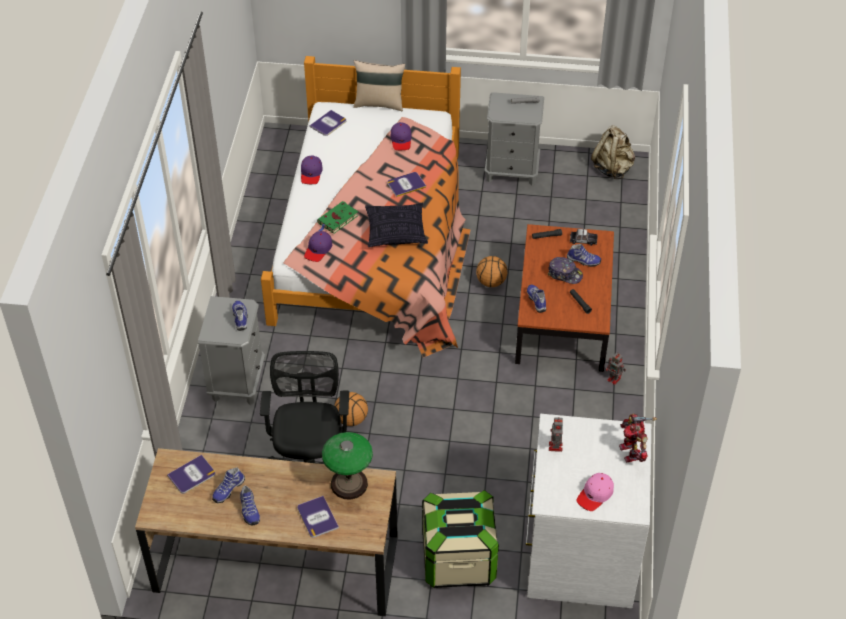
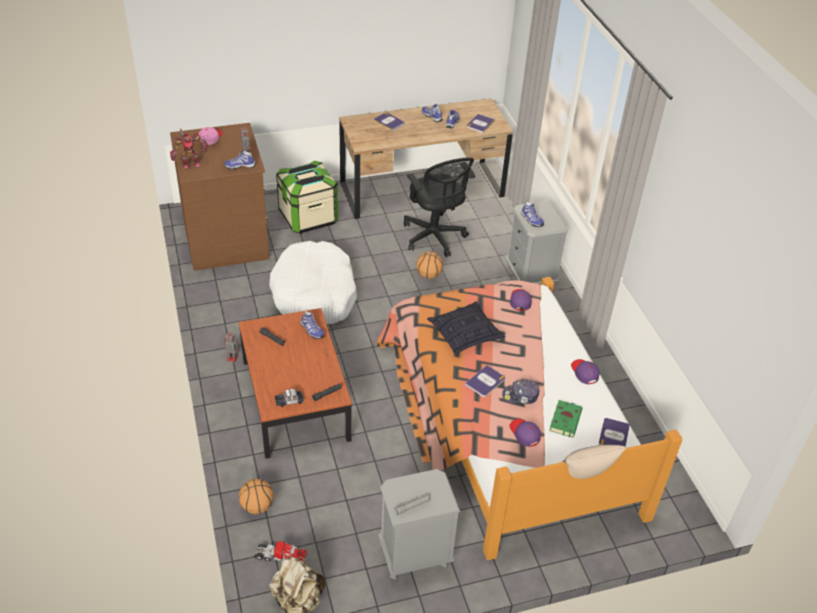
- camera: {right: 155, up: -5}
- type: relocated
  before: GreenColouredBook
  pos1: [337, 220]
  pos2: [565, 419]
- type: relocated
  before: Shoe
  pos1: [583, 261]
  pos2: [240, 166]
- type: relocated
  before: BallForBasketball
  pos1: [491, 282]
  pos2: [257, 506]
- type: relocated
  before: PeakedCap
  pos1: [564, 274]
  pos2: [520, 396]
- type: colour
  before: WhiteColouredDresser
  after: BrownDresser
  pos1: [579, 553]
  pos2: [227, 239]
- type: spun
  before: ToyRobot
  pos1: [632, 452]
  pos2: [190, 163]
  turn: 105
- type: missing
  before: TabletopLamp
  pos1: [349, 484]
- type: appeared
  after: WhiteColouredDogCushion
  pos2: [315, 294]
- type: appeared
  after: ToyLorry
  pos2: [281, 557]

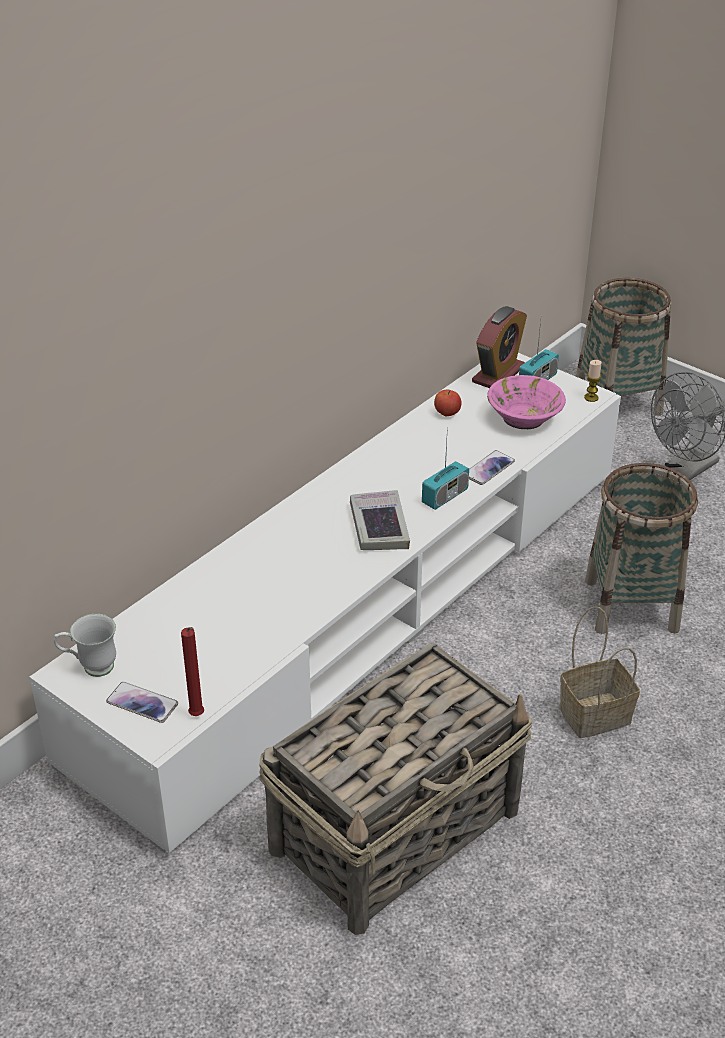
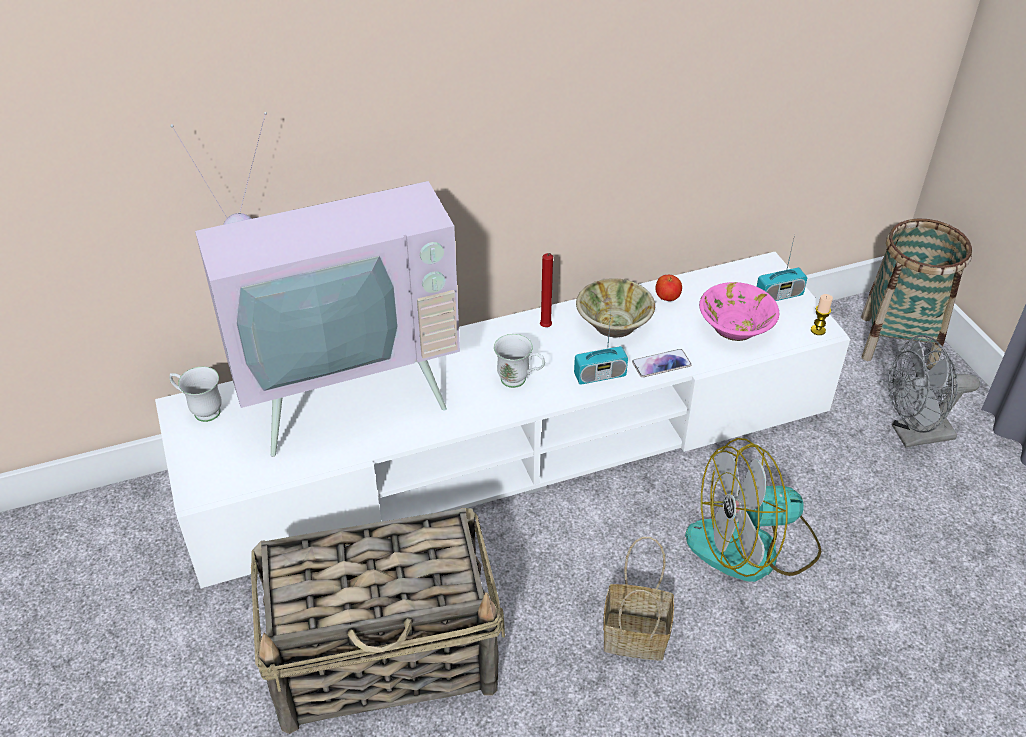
- camera: {right: 30, up: 5}
- type: missing
  before: AlarmClock
  pos1: [498, 374]
- type: exchanged
  before: HouseholdBasket
  after: Fan
  pos1: [631, 605]
  pos2: [753, 546]
- type: exchanged
  before: Book
  after: WhiteColouredTeaMug
  pos1: [379, 526]
  pos2: [519, 381]
- type: relocated
  before: ReddishWaxLight
  pos1: [198, 716]
  pos2: [545, 328]
- type: missing
  before: Telephone
  pos1: [142, 703]
- type: appeared
  after: TvSet
  pos2: [347, 393]
- type: appeared
  after: BeigeBowl
  pos2: [613, 323]

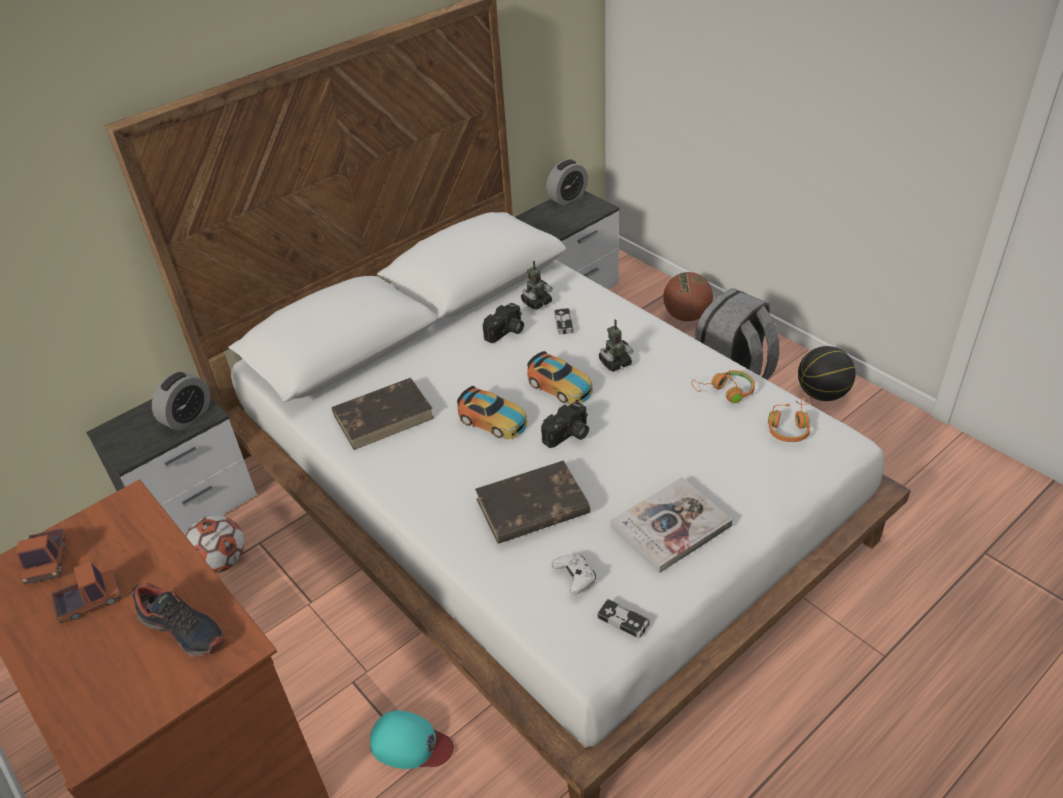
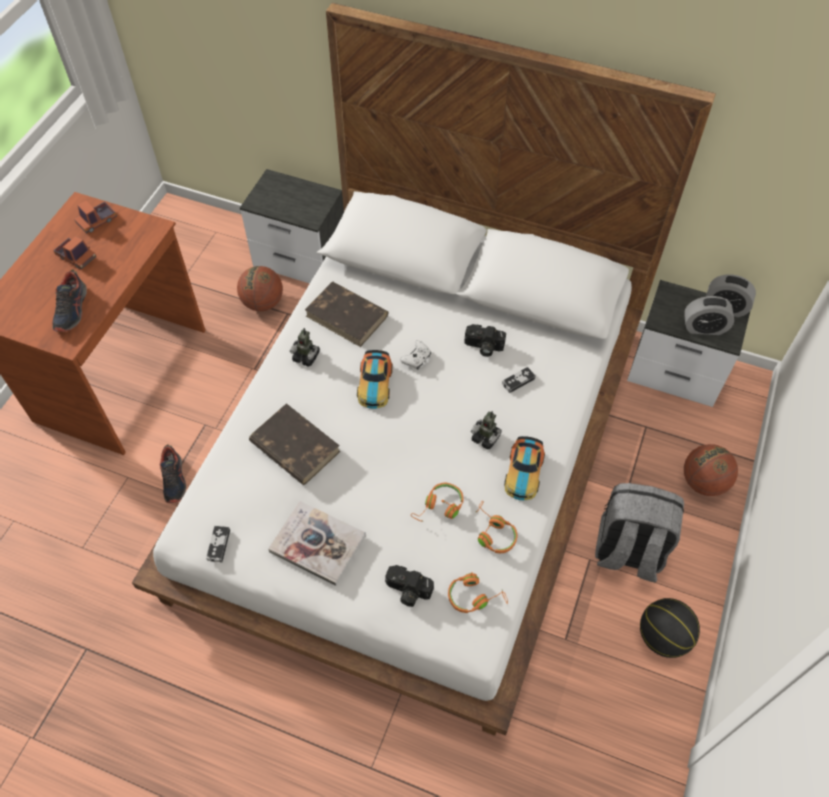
- camera: {right: 60, up: 15}
- type: relocated
  before: ToyRobot
  pos1: [536, 302]
  pos2: [306, 357]
- type: relocated
  before: ModelCar
  pos1: [560, 386]
  pos2: [523, 473]
- type: relocated
  before: AlarmClock
  pos1: [188, 417]
  pos2: [704, 328]
- type: relocated
  before: StillCamera
  pos1: [568, 435]
  pos2: [407, 591]
- type: exchanged
  before: FootballBall
  after: BallForBasketball
  pos1: [222, 562]
  pos2: [263, 303]
- type: relocated
  before: WhiteColouredJoypad
  pos1: [575, 577]
  pos2: [416, 358]
- type: exchanged
  before: TurquoiseColouredPeakedCap
  after: Shoe
  pos1: [410, 744]
  pos2: [174, 479]
- type: appeared
  after: OrangeColouredHeadphones
  pos2: [439, 507]

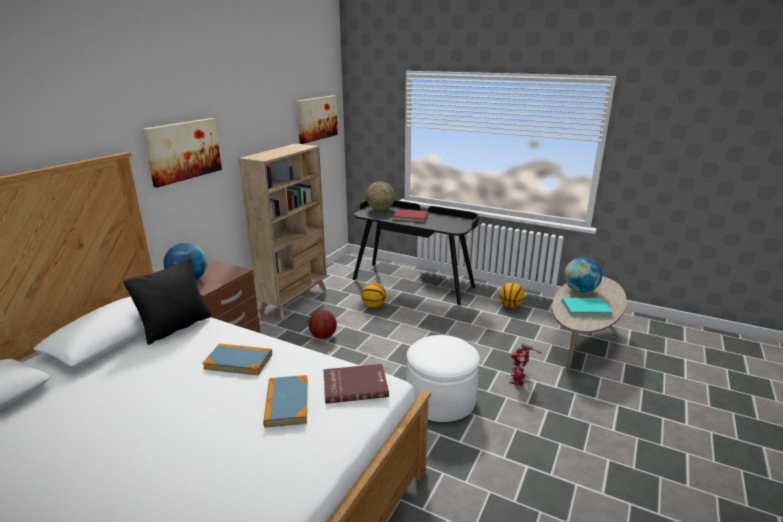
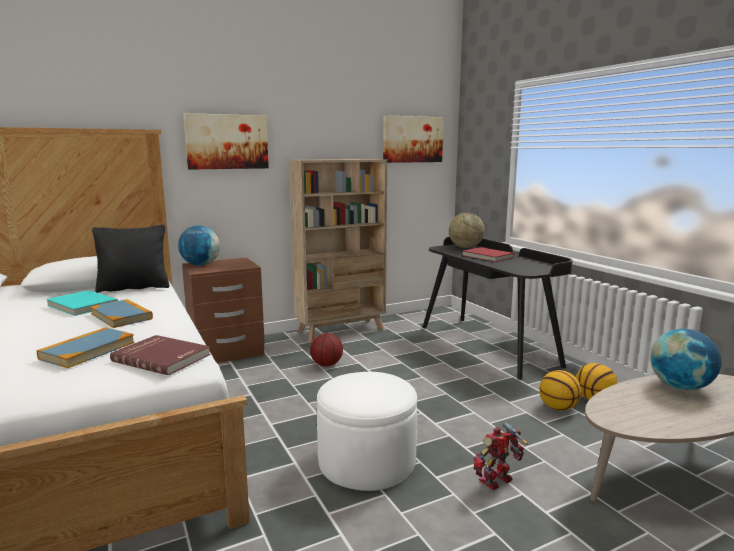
- camera: {right: 35, up: -10}
- type: relocated
  before: BallForBasketball
  pos1: [373, 306]
  pos2: [558, 408]
- type: relocated
  before: TurquoiseColouredBook
  pos1: [586, 309]
  pos2: [81, 305]

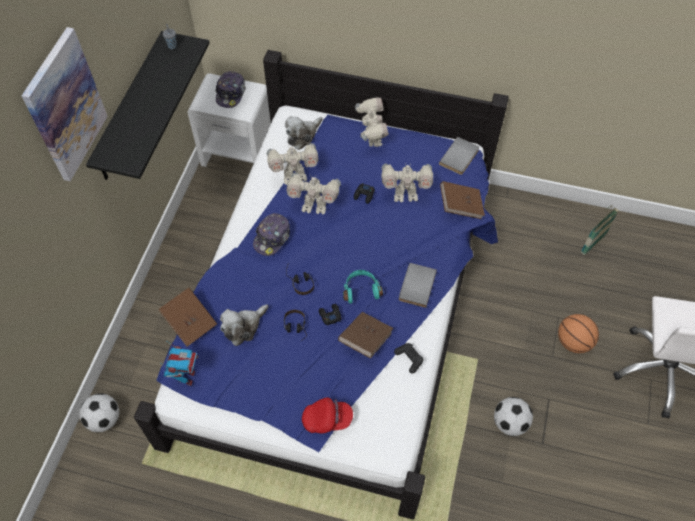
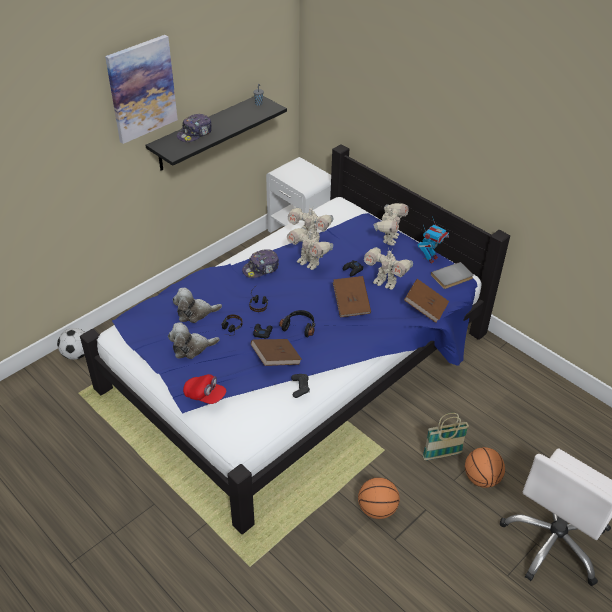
- camera: {right: 30, up: -15}
- type: relocated
  before: PeakedCap
  pos1: [231, 93]
  pos2: [195, 134]
- type: relocated
  before: SoftToy
  pos1: [303, 136]
  pos2: [191, 348]
- type: relocated
  before: HouseholdBasket
  pos1: [593, 243]
  pos2: [442, 455]
- type: missing
  before: GrayBook
  pos1: [415, 285]
- type: colour
  before: TurquoiseColouredHeadphones
  after: BlackHeadphones
  pos1: [361, 289]
  pos2: [299, 326]
- type: relocated
  before: BrownBook
  pos1: [190, 322]
  pos2: [351, 304]
- type: relocated
  before: ToyRobot
  pos1: [186, 377]
  pos2: [430, 258]
- type: exchanged
  before: FootballBall
  after: BallForBasketball
  pos1: [510, 423]
  pos2: [377, 509]

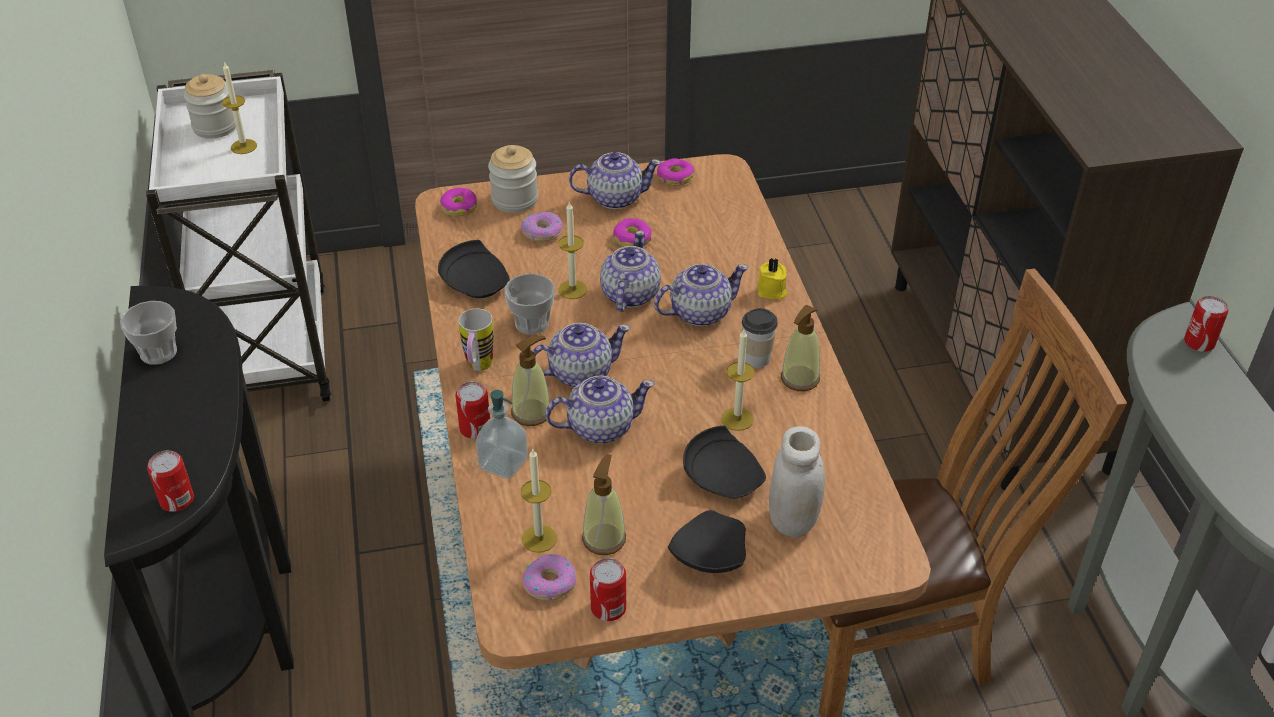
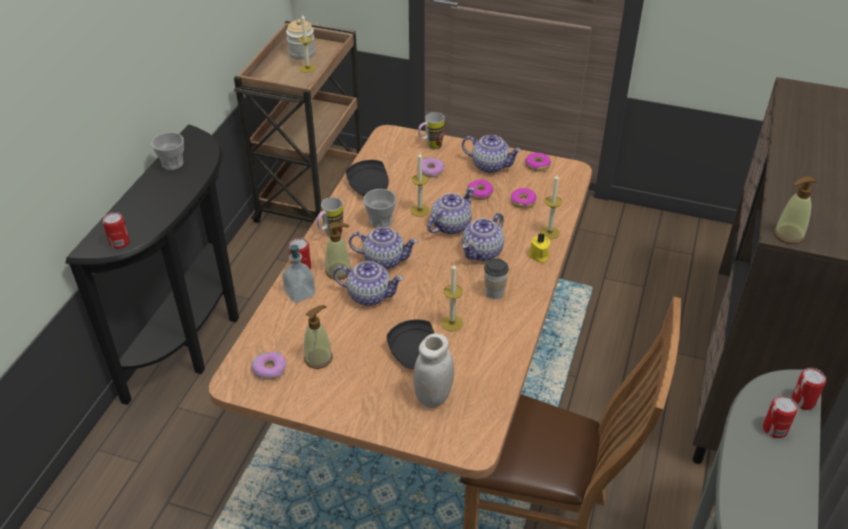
- camera: {right: 30, up: 0}
- type: colour
  before: WhiteColouredCart
  after: BrownCart
  pos1: [269, 345]
  pos2: [311, 194]
- type: exchanged
  before: StorageJar
  after: TeaMug
  pos1: [514, 200]
  pos2: [430, 147]
- type: relocated
  before: Doughnut
  pos1: [459, 207]
  pos2: [523, 202]
- type: spun
  before: Teapot
  pos1: [699, 313]
  pos2: [483, 252]
  turn: 120
- type: relocated
  before: SoapDispenser
  pos1: [799, 379]
  pos2: [788, 235]
- type: relocated
  before: WaxLight
  pos1: [539, 538]
  pos2: [549, 232]
- type: missing
  before: BlackFlatDish
  pos1: [707, 556]
- type: relocated
  before: Can
  pos1: [608, 608]
  pos2: [774, 429]

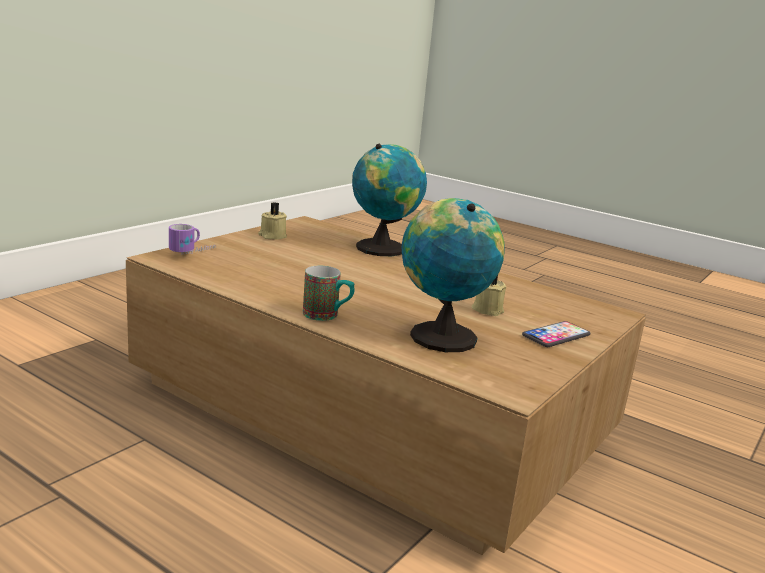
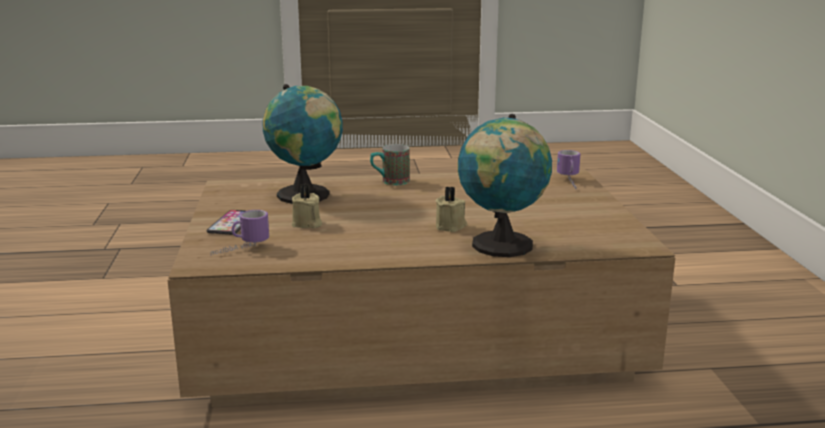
- camera: {right: 140, up: 0}
- type: relocated
  before: BeigeWaxLight
  pos1: [272, 236]
  pos2: [451, 226]
- type: appeared
  after: TeaMug
  pos2: [240, 249]

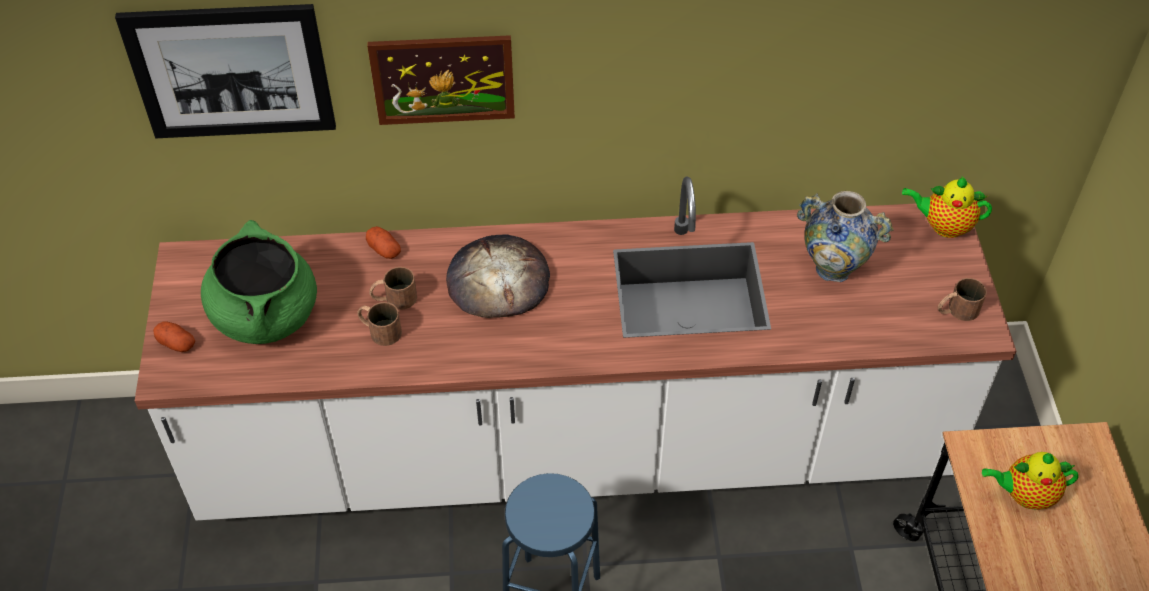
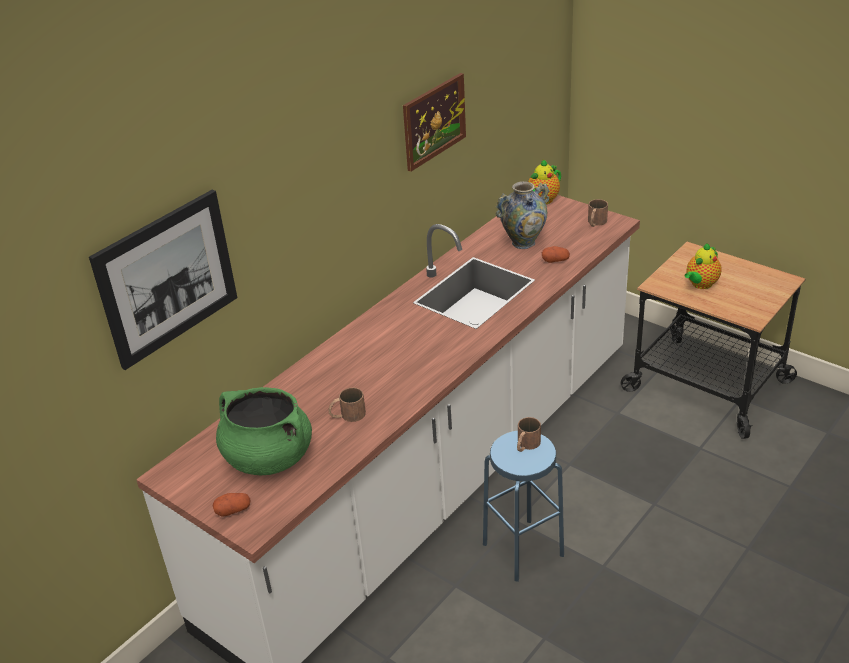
- camera: {right: -45, up: -15}
- type: relocated
  before: WallPicture
  pos1: [443, 79]
  pos2: [434, 121]
- type: relocated
  before: Potato
  pos1: [384, 249]
  pos2: [555, 260]
- type: missing
  before: Bread
  pos1: [498, 280]
- type: relocated
  before: BrownTeaMug
  pos1: [394, 298]
  pos2: [526, 445]

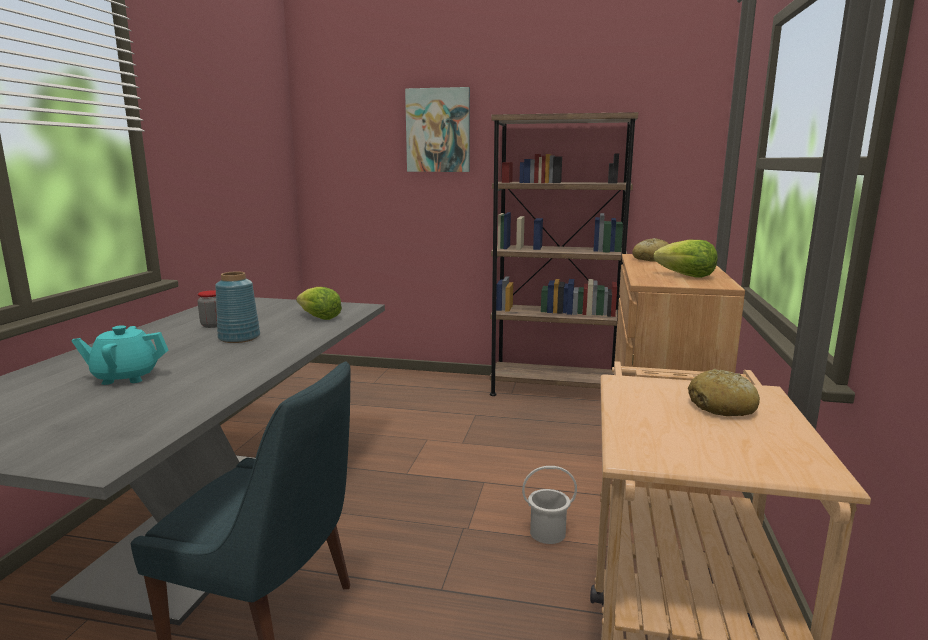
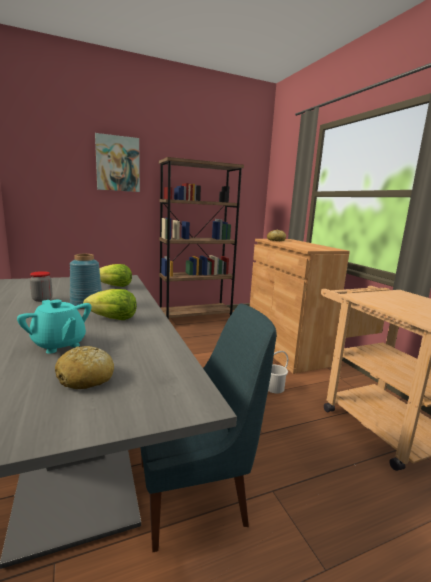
- camera: {right: -35, up: 0}
- type: relocated
  before: LettuceHead
  pos1: [686, 276]
  pos2: [113, 319]
- type: spun
  before: TurquoiseColouredTeapot
  pos1: [126, 377]
  pos2: [59, 344]
  turn: -90
- type: relocated
  before: Bread
  pos1: [722, 407]
  pos2: [86, 378]

